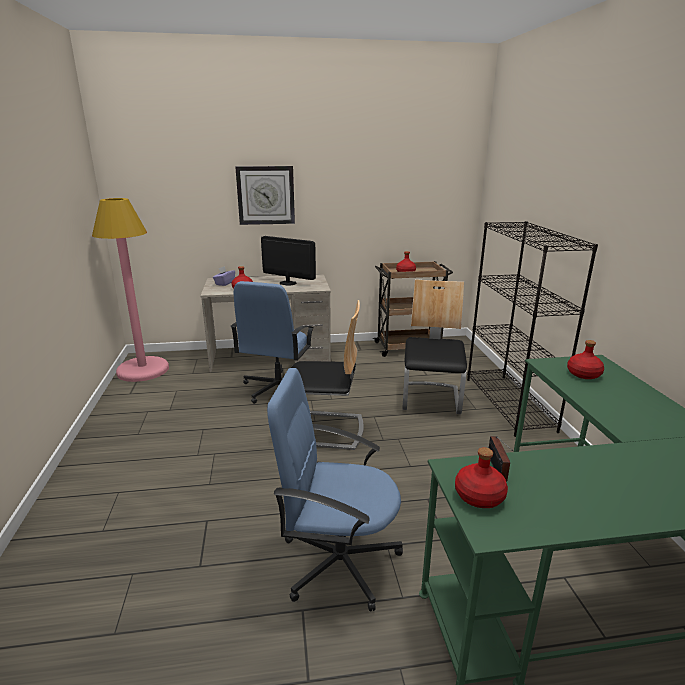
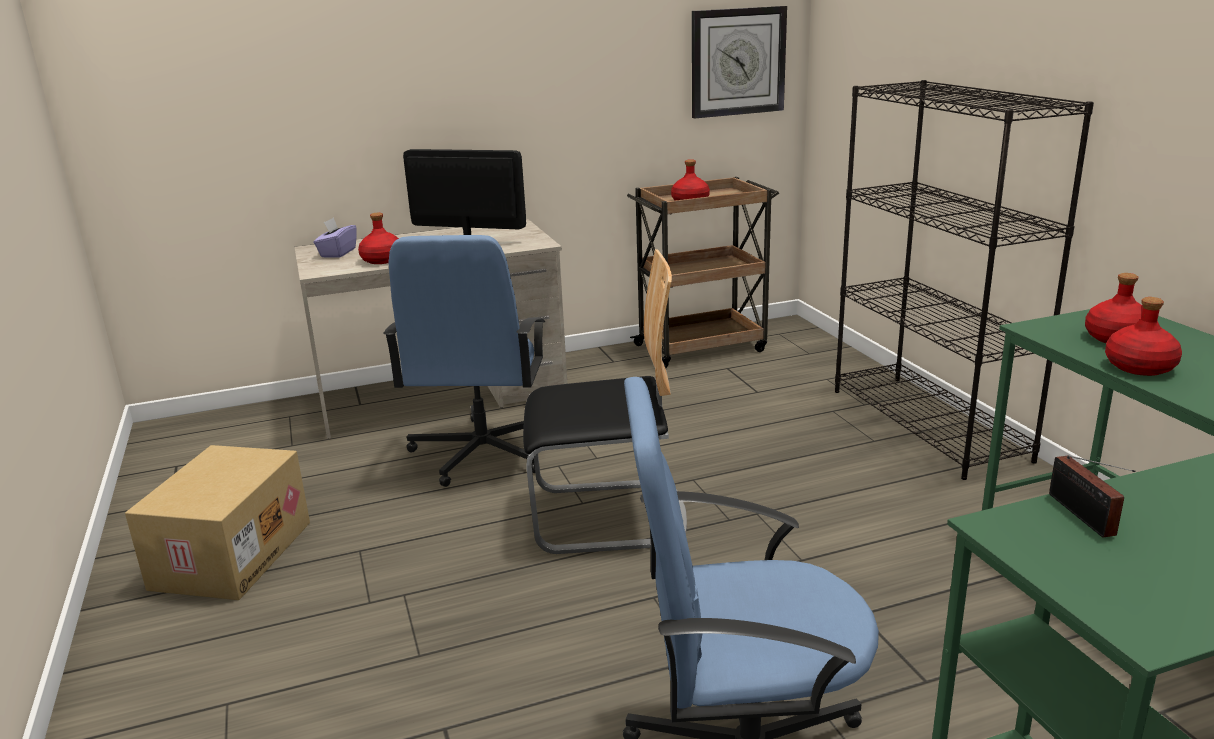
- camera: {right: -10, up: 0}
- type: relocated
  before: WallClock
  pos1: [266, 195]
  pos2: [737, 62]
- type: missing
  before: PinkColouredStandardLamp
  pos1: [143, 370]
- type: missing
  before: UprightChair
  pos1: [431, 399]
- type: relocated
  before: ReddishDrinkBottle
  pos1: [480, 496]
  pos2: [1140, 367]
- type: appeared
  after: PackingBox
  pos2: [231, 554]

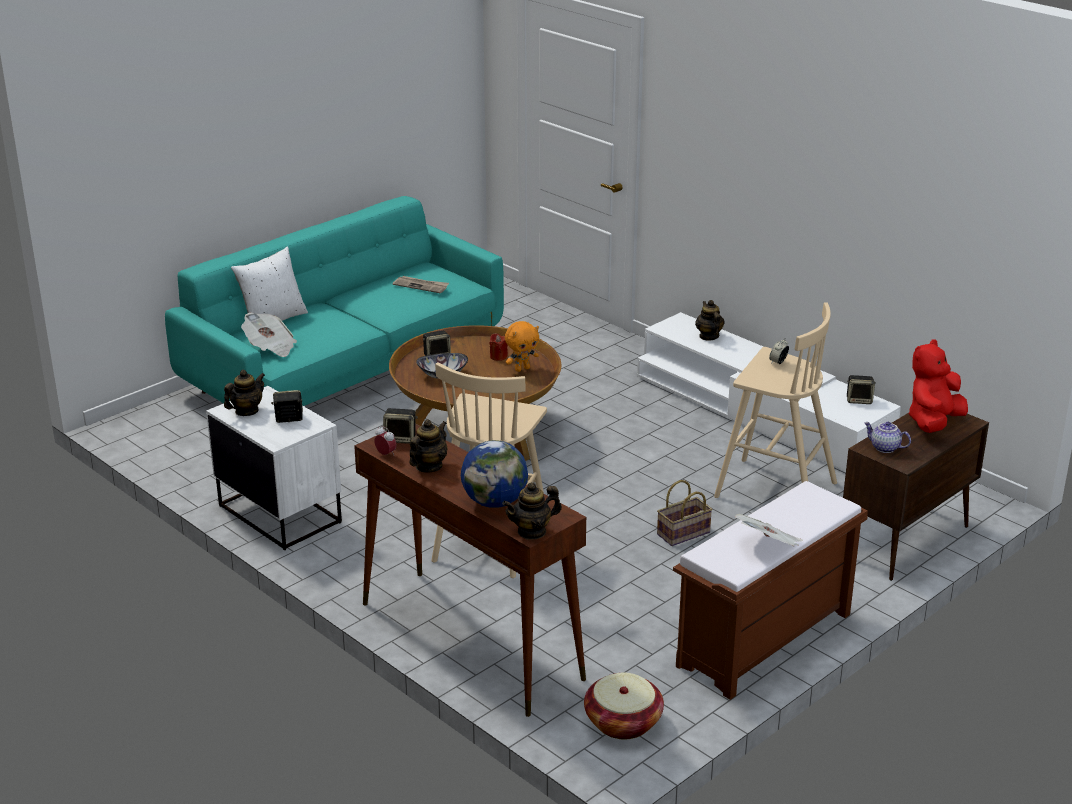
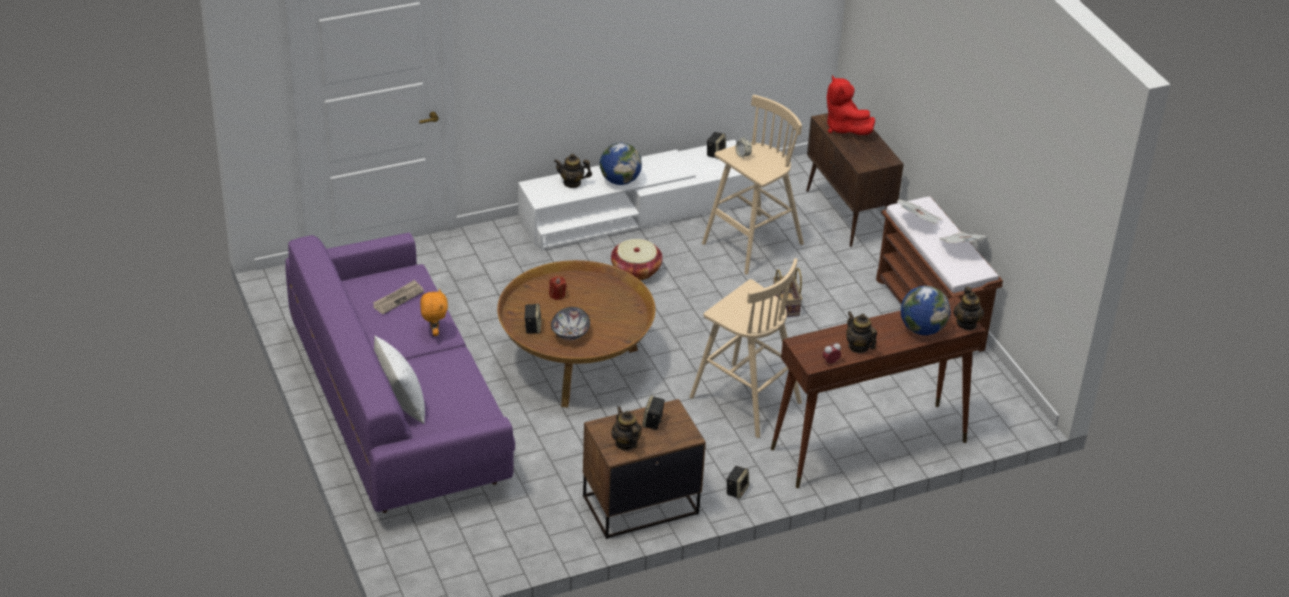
- camera: {right: -70, up: 10}
- type: colour
  before: TurquoiseColouredCouch
  after: PurpleCouch
  pos1: [347, 367]
  pos2: [400, 408]
- type: relocated
  before: PrintedPaper
  pos1: [270, 347]
  pos2: [919, 222]
- type: relocated
  before: OrangeColouredSoftToy
  pos1: [522, 369]
  pos2: [434, 331]
- type: colour
  before: WhiteColouredNightTable
  after: BrownNightTable
  pos1: [280, 513]
  pos2: [639, 505]
- type: relocated
  before: Loudspeaker
  pos1: [401, 438]
  pos2: [736, 490]
- type: missing
  before: Teapot
  pos1: [884, 448]
- type: relocated
  before: HouseholdBasket
  pos1: [623, 722]
  pos2: [636, 270]
- type: appeared
  after: Globe
  pos2: [620, 181]

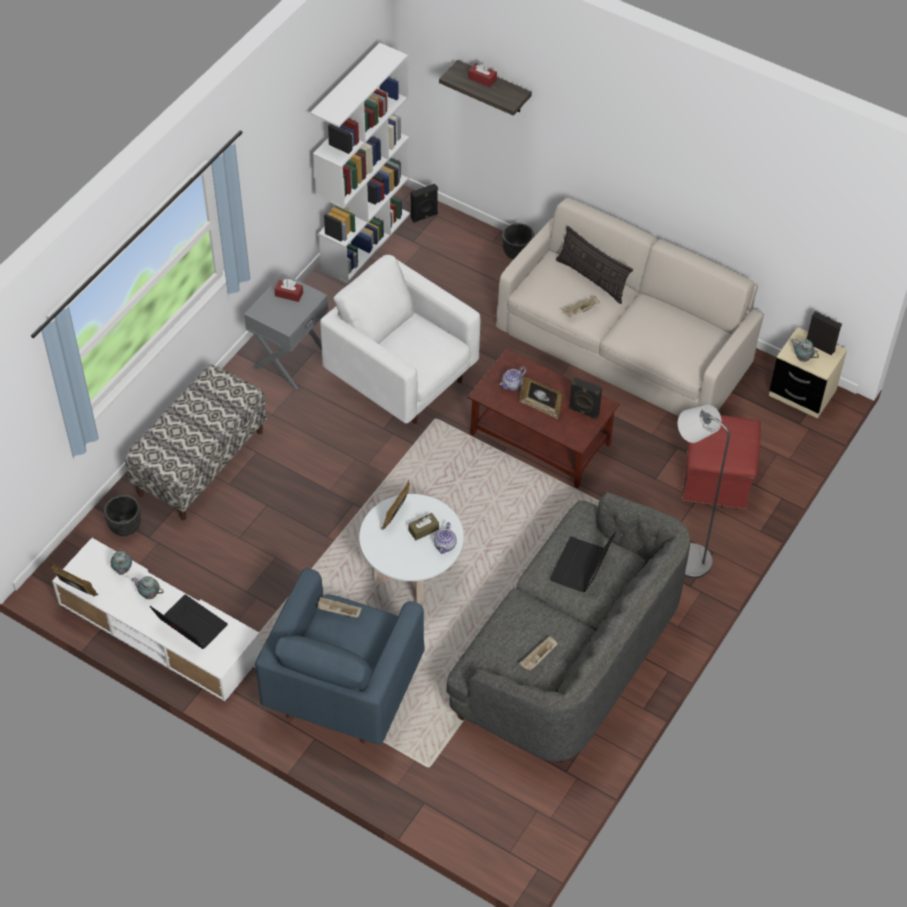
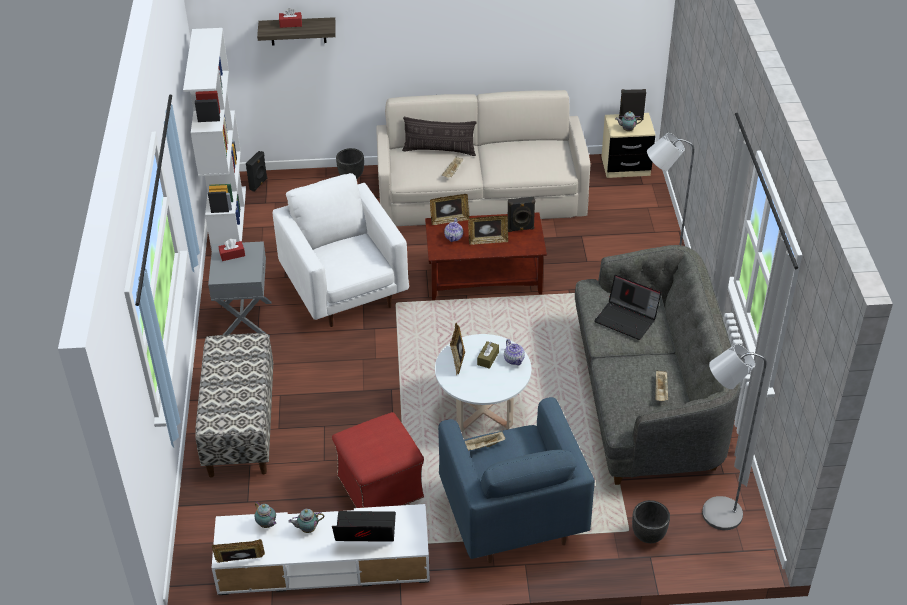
- camera: {right: -35, up: -10}
- type: spun
  before: WhiteColouredEasyChair
  pos1: [402, 377]
  pos2: [345, 290]
  turn: 60
- type: relocated
  before: ReddishFootrest
  pos1: [717, 480]
  pos2: [380, 487]
- type: relocated
  before: BlackFlowerPot
  pos1: [125, 528]
  pos2: [648, 536]
- type: spun
  before: NotebookComputer
  pos1: [581, 568]
  pos2: [627, 319]
  turn: -45
- type: appeared
  after: PictureFrame
  pos2: [449, 220]
- type: appeared
  after: GrayStandardLamp
  pos2: [714, 514]

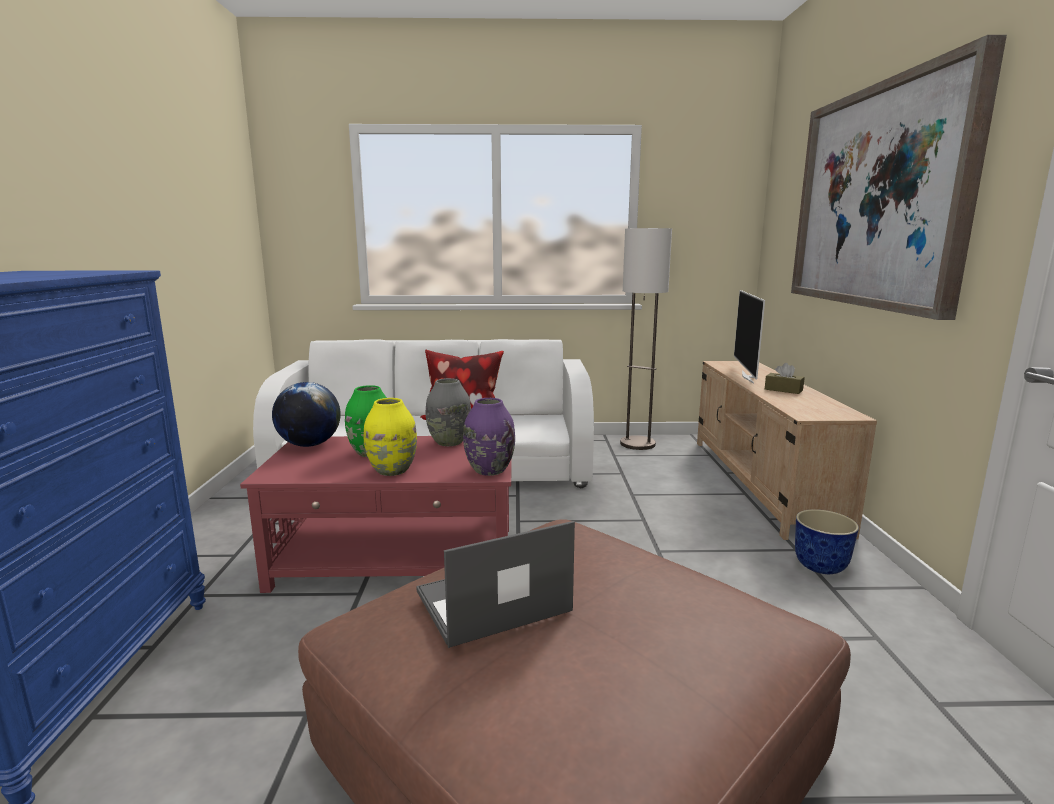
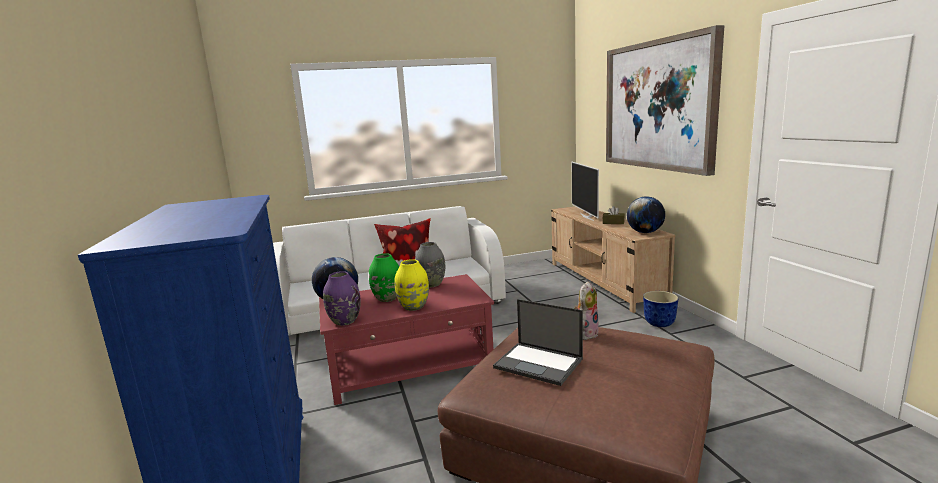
- camera: {right: -15, up: 0}
- type: missing
  before: StandardLamp
  pos1: [638, 444]
- type: relocated
  before: PurpleFlowerVase
  pos1: [489, 470]
  pos2: [344, 321]
- type: spun
  before: NotebookComputer
  pos1: [491, 602]
  pos2: [539, 363]
  turn: -105
- type: appeared
  after: Globe
  pos2: [645, 232]
- type: appeared
  after: SoftToy
  pos2: [586, 333]

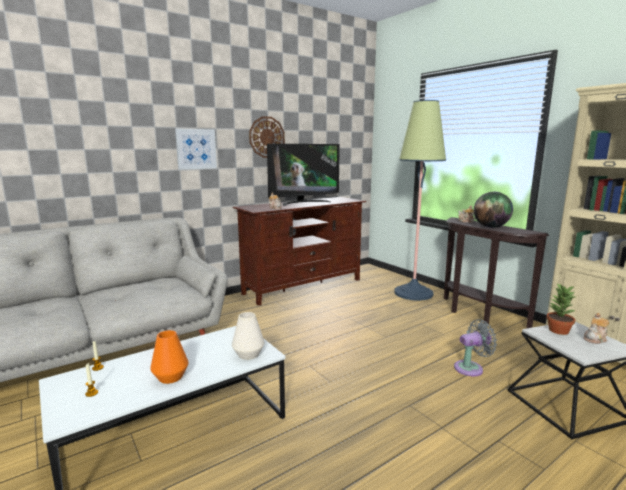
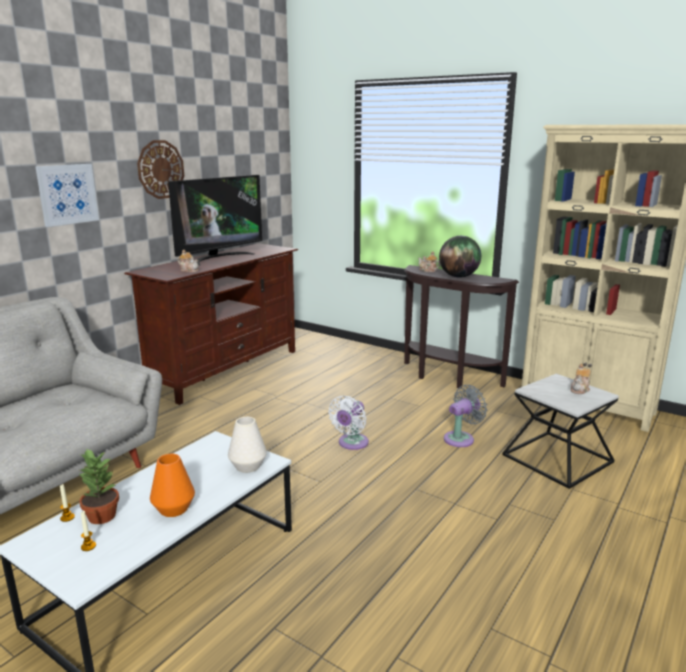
- camera: {right: -20, up: 5}
- type: missing
  before: StandardLamp
  pos1: [413, 293]
- type: relocated
  before: PlantInAPot
  pos1: [558, 330]
  pos2: [101, 516]
- type: appeared
  after: WhiteColouredFan
  pos2: [351, 443]

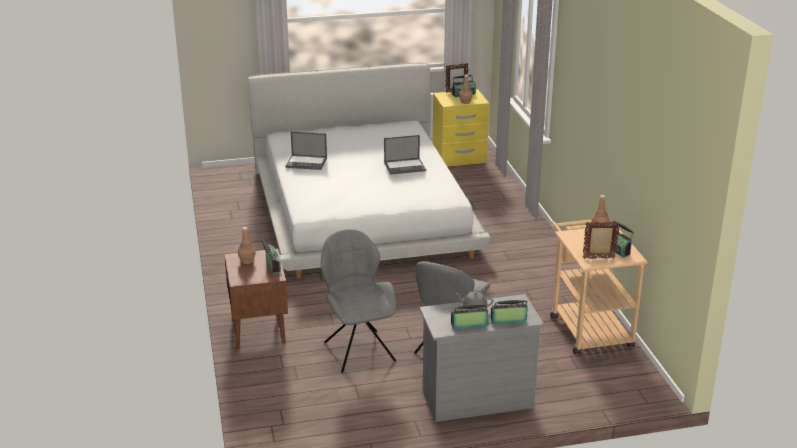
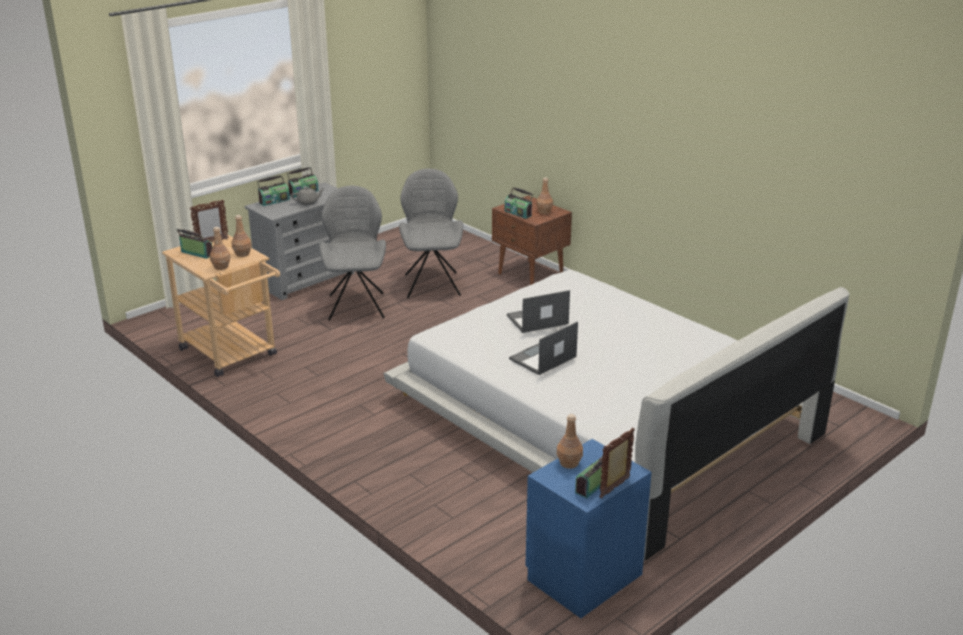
- camera: {right: 150, up: 0}
- type: colour
  before: YellowColouredNightTable
  after: BlueNightTable
  pos1: [459, 158]
  pos2: [583, 576]
- type: relocated
  before: NotebookComputer
  pos1: [307, 162]
  pos2: [537, 320]
- type: spun
  before: GrayUprightChair
  pos1: [358, 350]
  pos2: [432, 284]
  turn: -135
- type: appeared
  after: BrownDrinkBottle
  pos2: [242, 254]

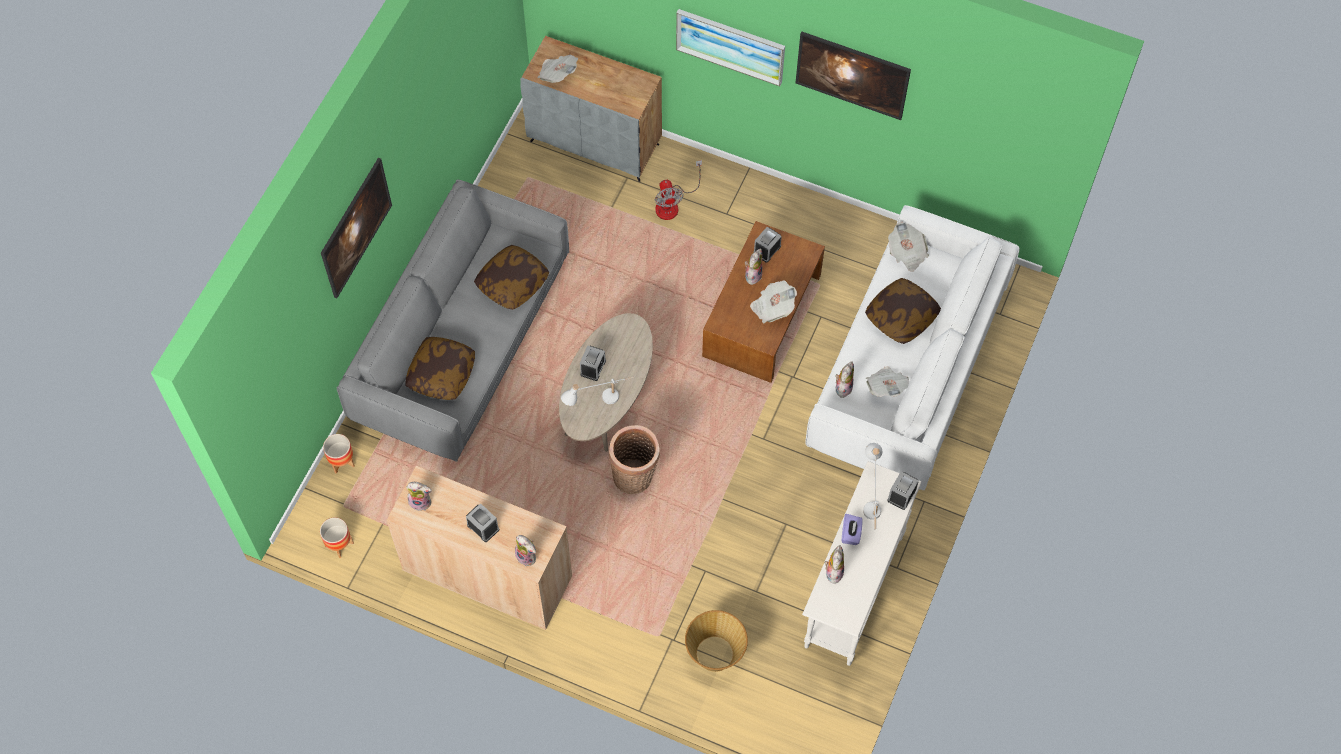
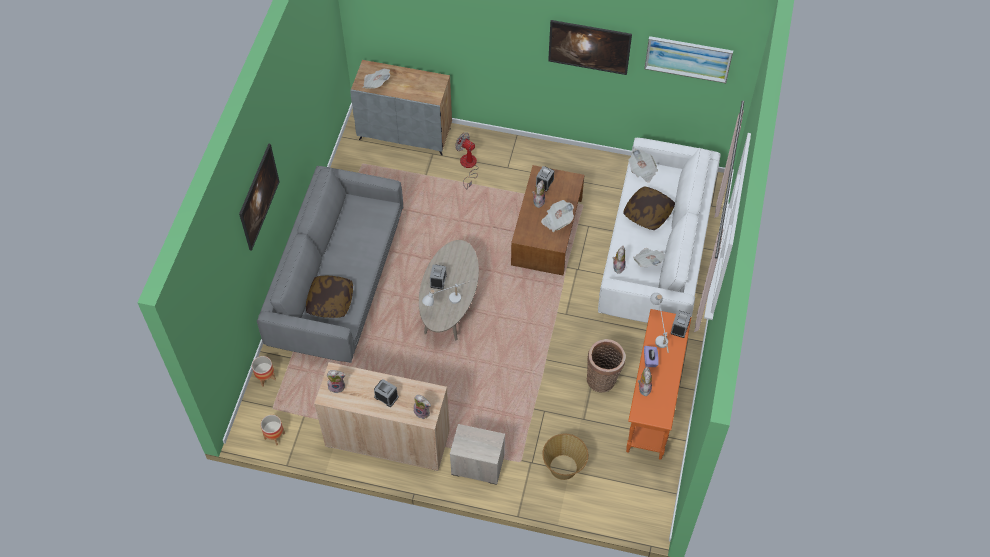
- camera: {right: -10, up: -5}
- type: relocated
  before: WallPicture
  pos1: [730, 46]
  pos2: [688, 58]
- type: spun
  before: Fan
  pos1: [672, 204]
  pos2: [468, 166]
  turn: 150
- type: missing
  before: Pillow
  pos1: [512, 283]
- type: relocated
  before: HouseholdBasket
  pos1: [635, 477]
  pos2: [603, 380]
- type: colour
  before: WhiteColouredConsoleTable
  after: OrangeColouredConsoleTable
  pos1: [853, 592]
  pos2: [652, 408]
- type: appeared
  after: NightTable
  pos2: [477, 464]

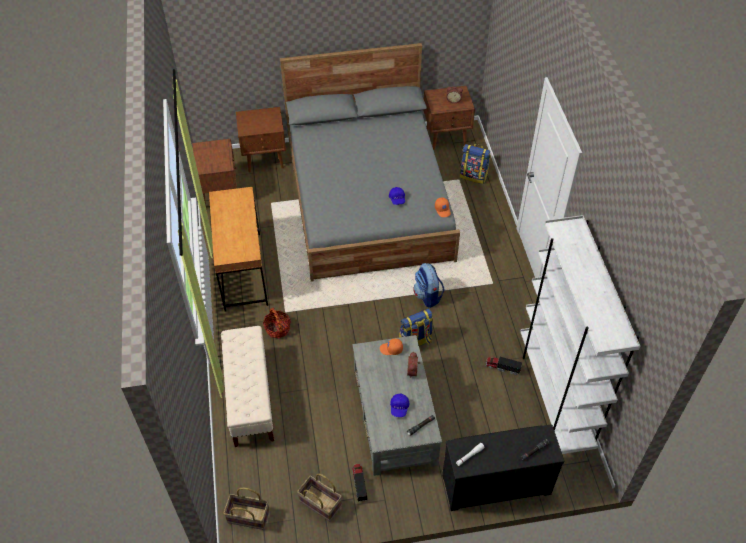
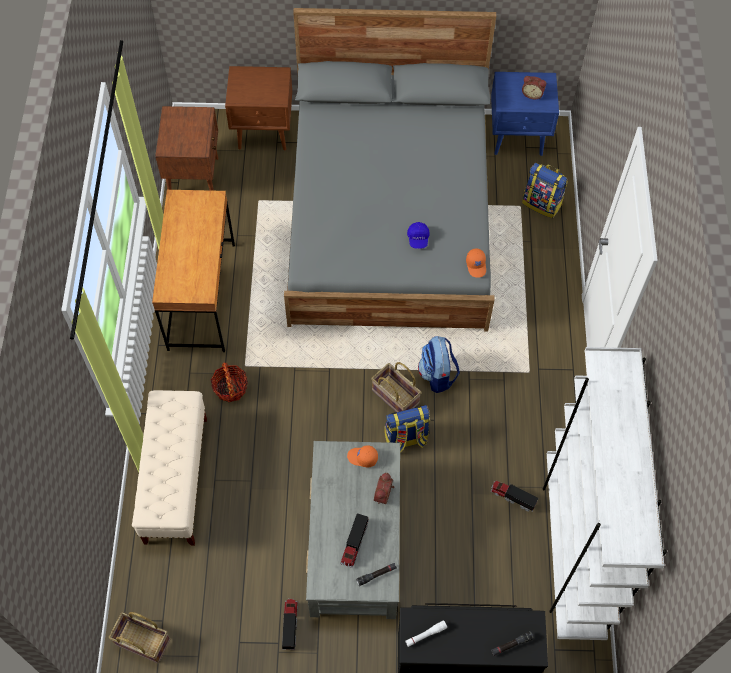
- camera: {right: 10, up: 10}
- type: colour
  before: BrownNightTable
  after: BlueNightTable
  pos1: [446, 137]
  pos2: [518, 137]
- type: exchanged
  before: BluePeakedCap
  after: ToyLorry
  pos1: [399, 408]
  pos2: [354, 544]
- type: relocated
  before: HouseholdBasket
  pos1: [320, 504]
  pos2: [394, 397]

